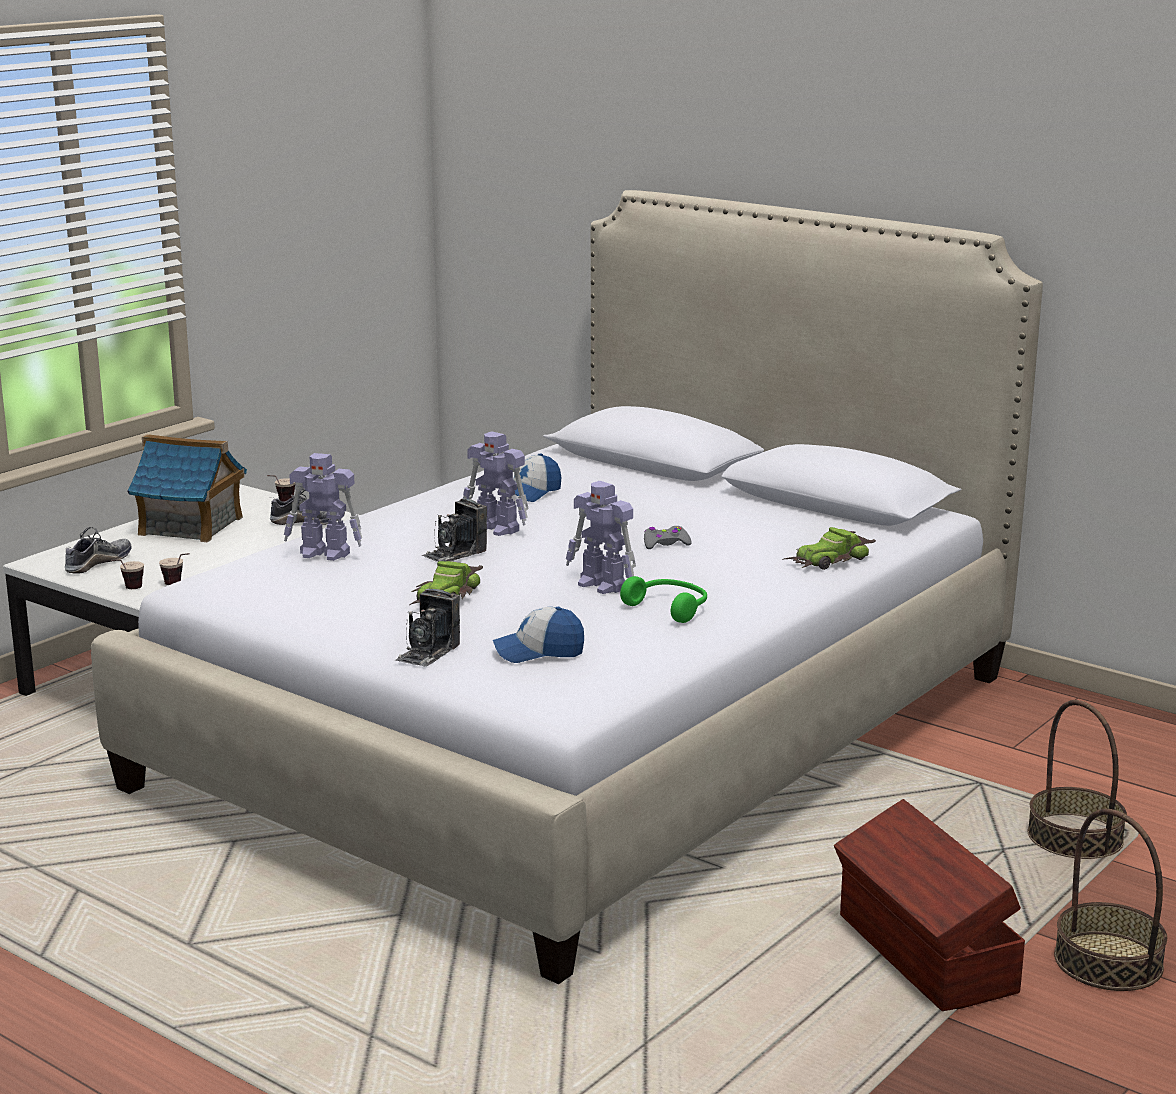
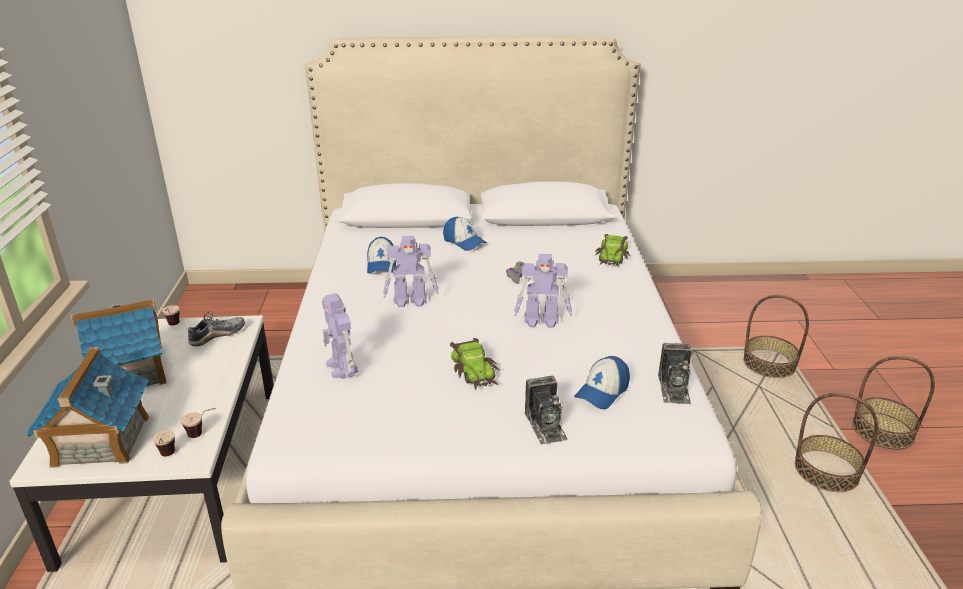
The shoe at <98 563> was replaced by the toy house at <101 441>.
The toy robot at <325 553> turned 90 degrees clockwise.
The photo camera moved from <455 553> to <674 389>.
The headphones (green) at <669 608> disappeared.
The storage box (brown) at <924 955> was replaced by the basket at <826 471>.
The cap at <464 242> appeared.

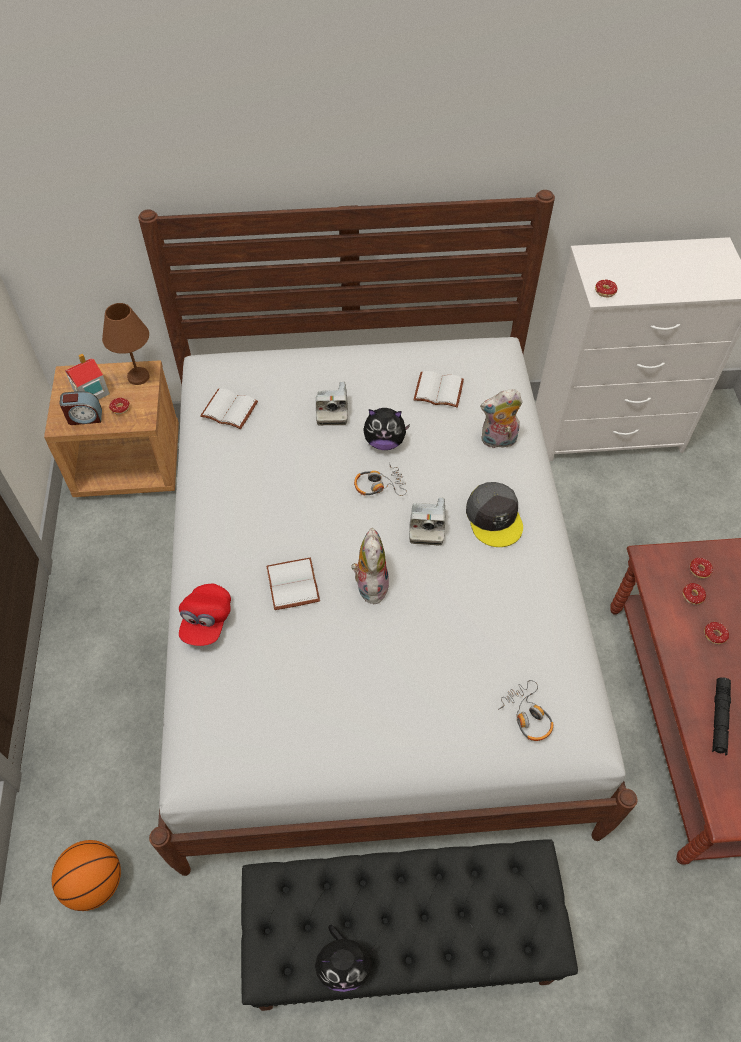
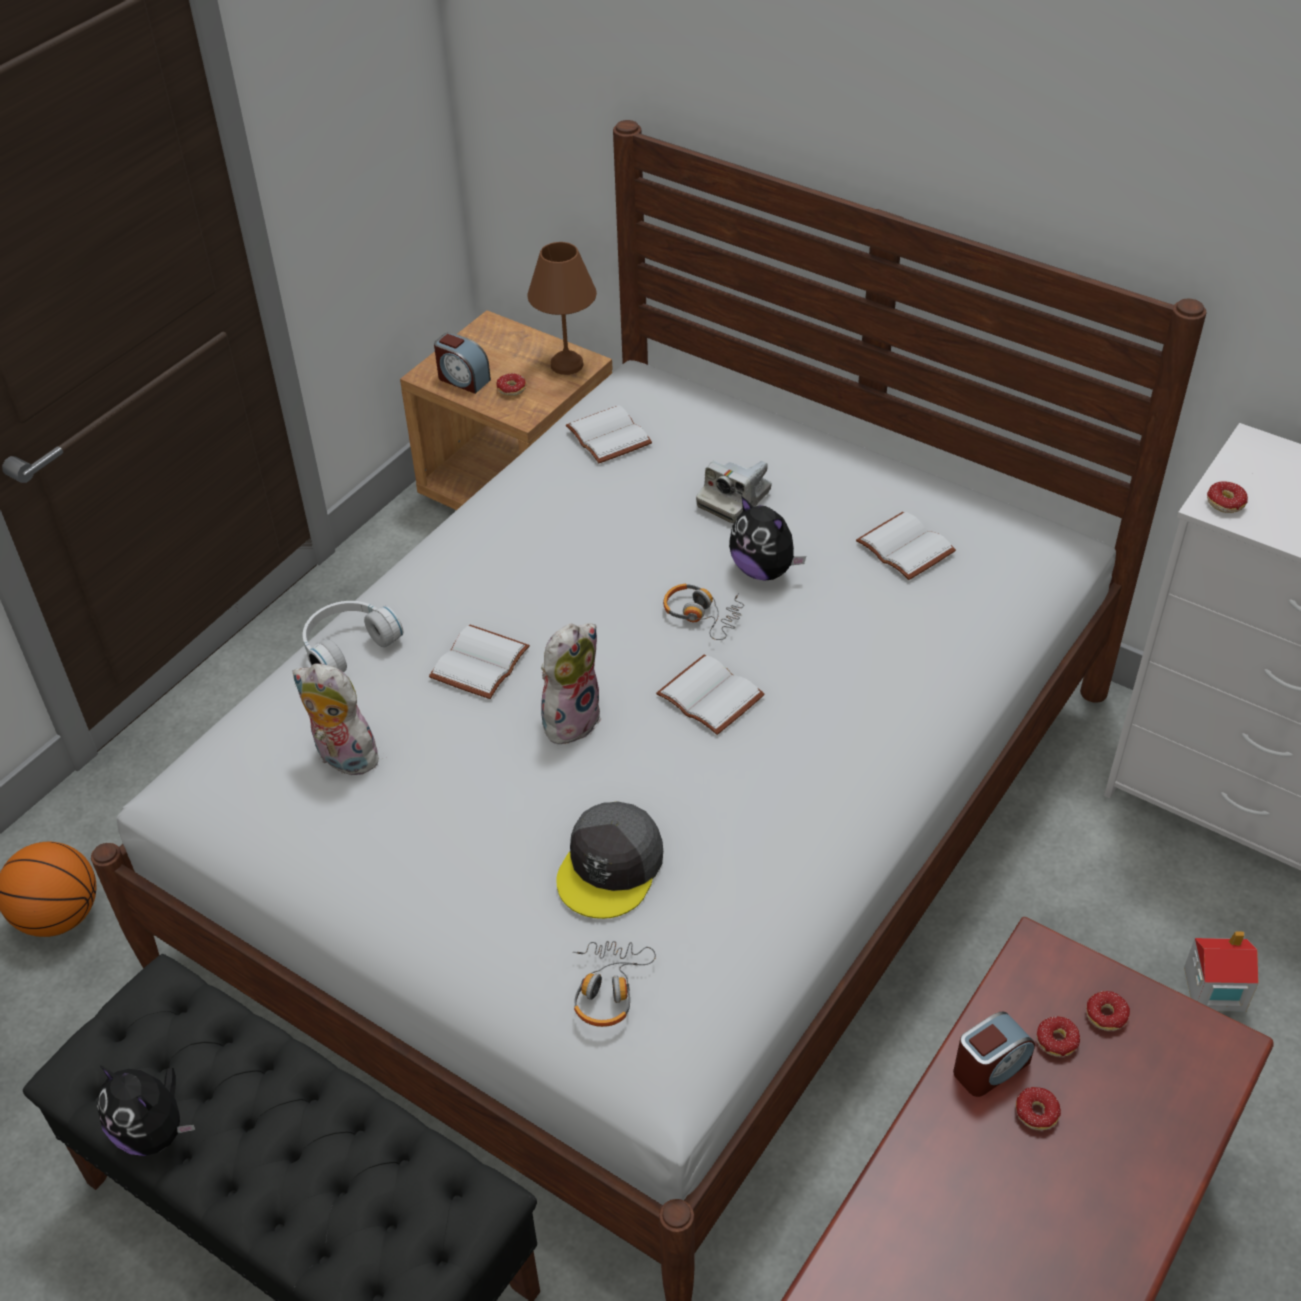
The toy house moved from <90 392> to <1213 989>.
The cap (red) at <206 621> was replaced by the headphones (white) at <346 645>.
The photo camera at <426 526> was replaced by the book (white) at <713 695>.
The cap (grey) moved from <494 518> to <611 867>.
The plush toy moved from <498 441> to <342 758>.
The flashlight (black) at <719 718> disappeared.
The alarm clock at <990 1067> appeared.

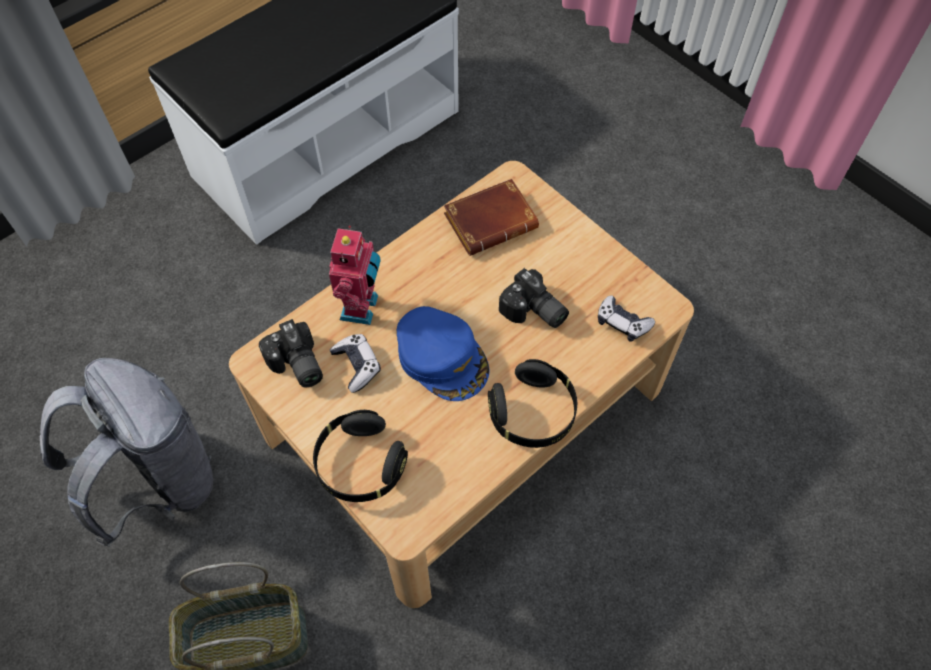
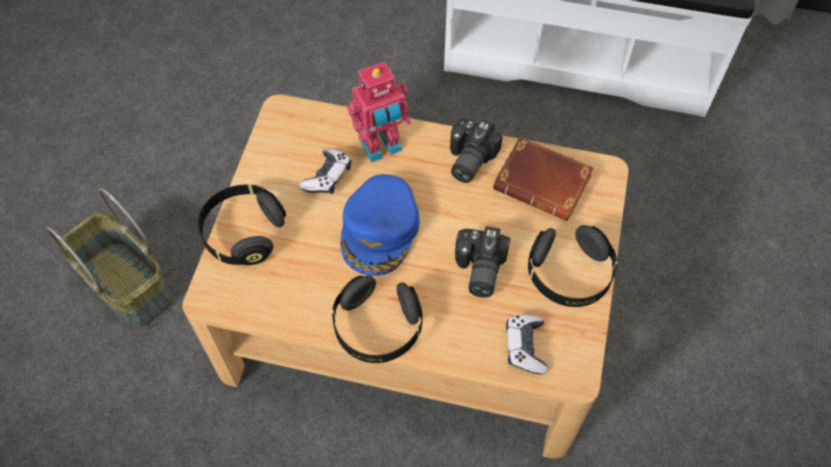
The backpack (grey) at <159 482> disappeared.
The photo camera moved from <296 366> to <467 159>.
The headphones (black) at <569 274> appeared.

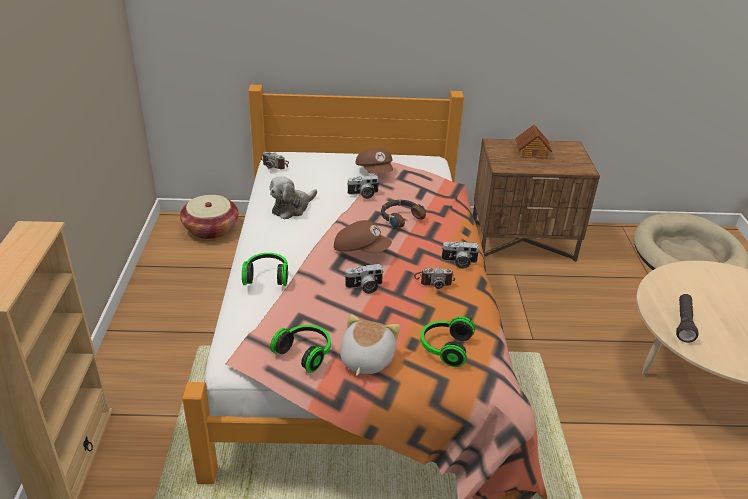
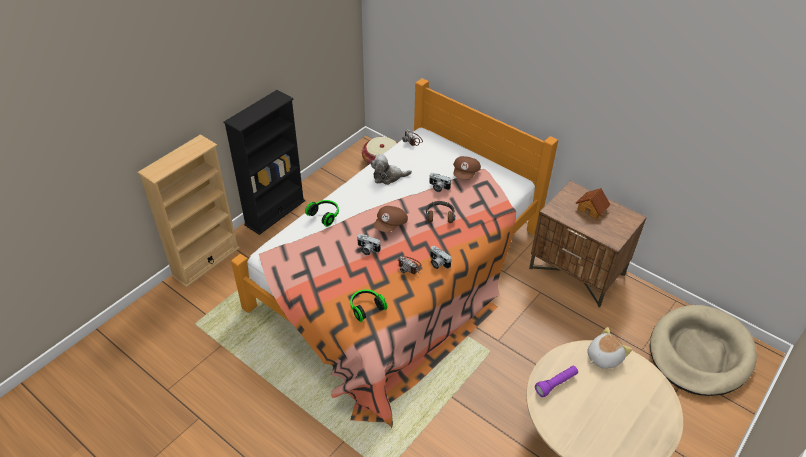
The headphones at <305 353> disappeared.
The cap (brown) at <361 249> turned 60 degrees clockwise.
The plush toy moved from <365 359> to <603 357>.
The flashlight (black) at <683 323> became the flashlight (purple) at <556 384>.
The bookcase (black) at <275 212> appeared.

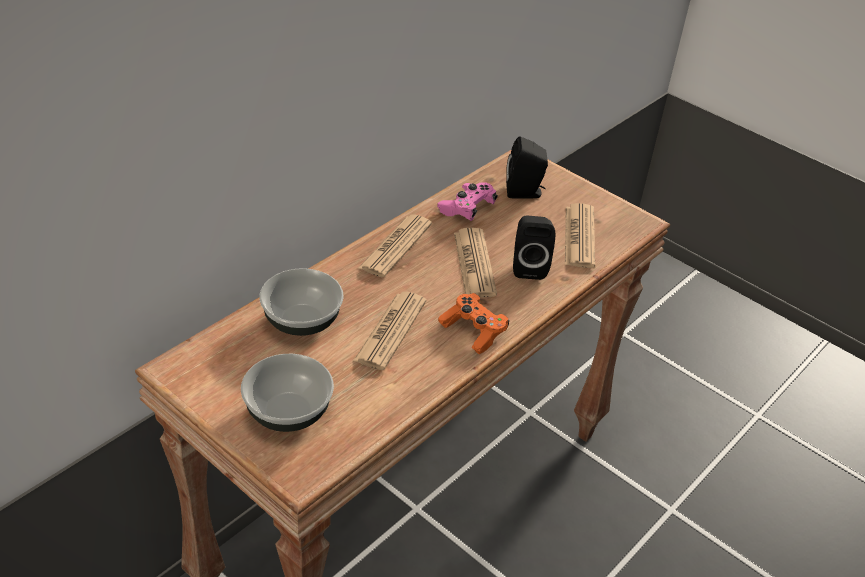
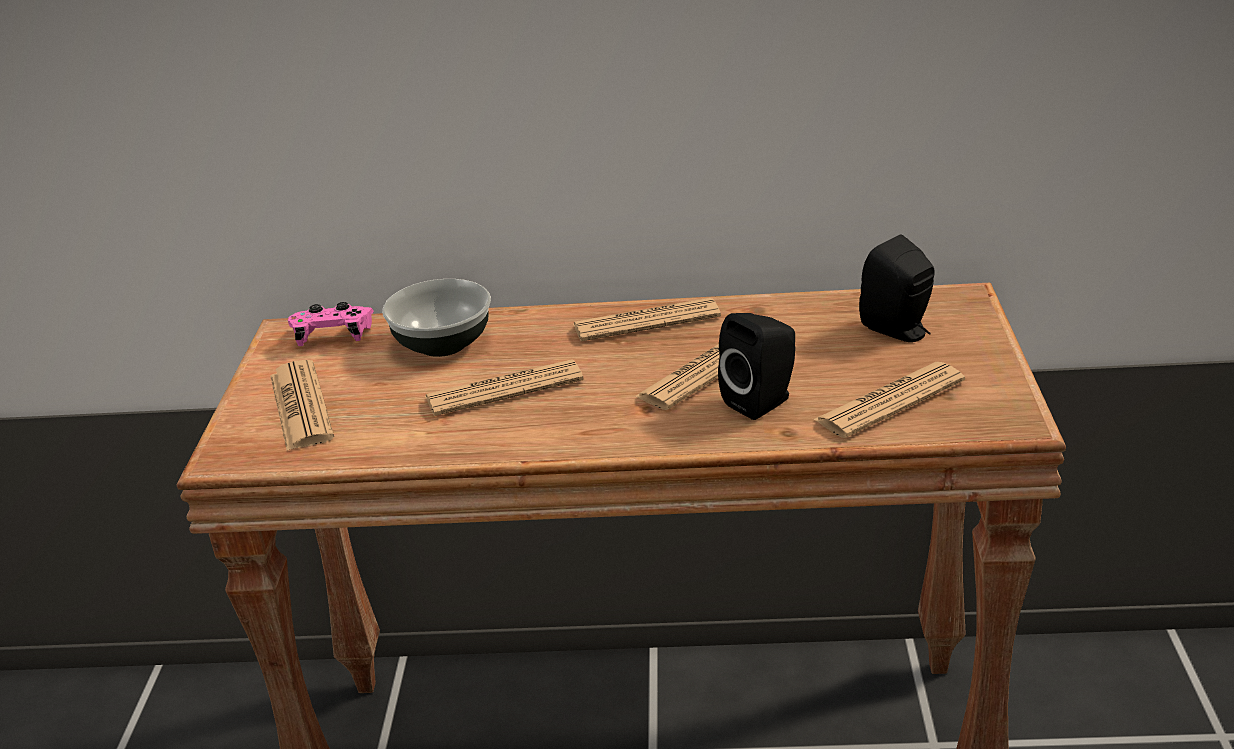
The bowl at <287 413> was replaced by the newspaper at <301 406>.
The game controller (pink) moved from <467 209> to <334 337>.
The game controller (orange) at <473 331> disappeared.

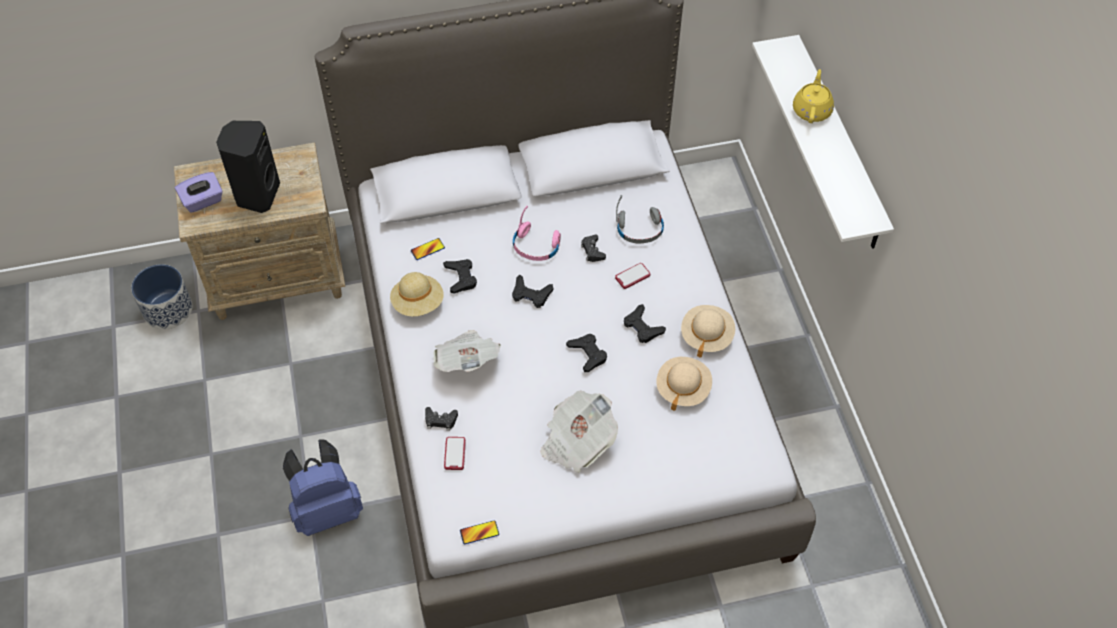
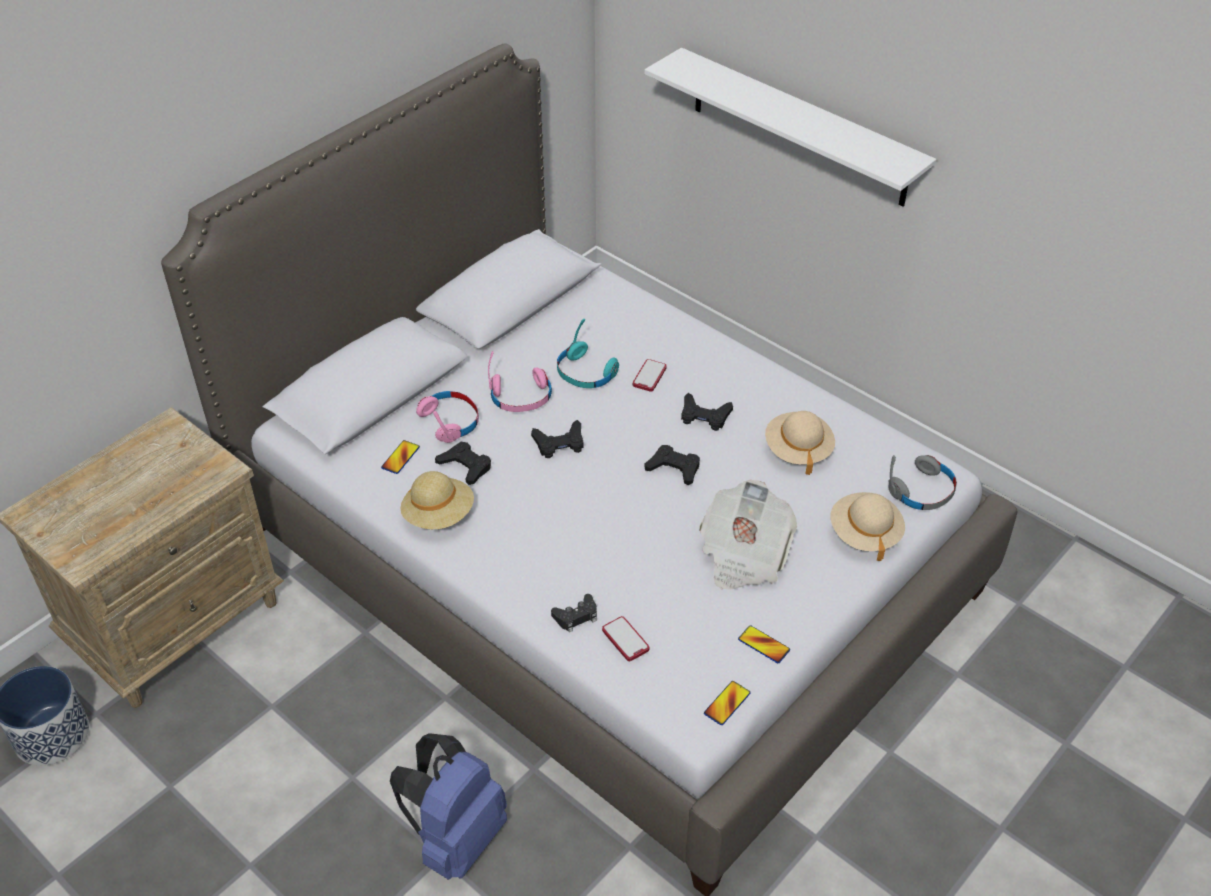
The tissue box (purple) at <203 201> disappeared.
The speaker (black) at <256 194> disappeared.
The newspaper at <467 361> disappeared.
The game controller (black) at <592 251> was replaced by the headphones (turquoise) at <585 373>.
The headphones (grey) moved from <640 230> to <923 491>.
The hat (beige) moved from <706 335> to <864 534>.
The teapot (yellow) at <812 110> disappeared.
The headphones (pink) at <450 421> appeared.
The phone at <763 645> appeared.

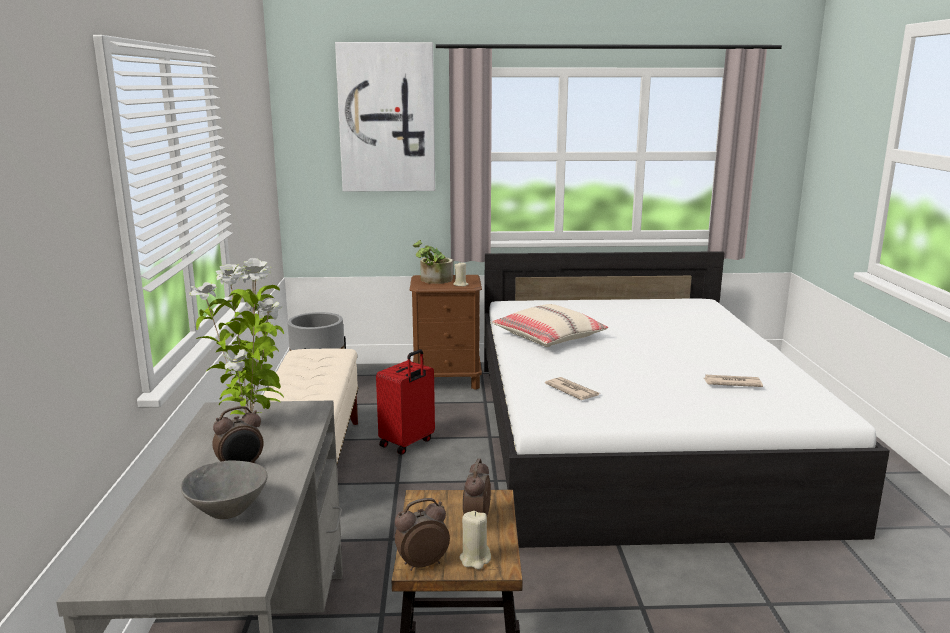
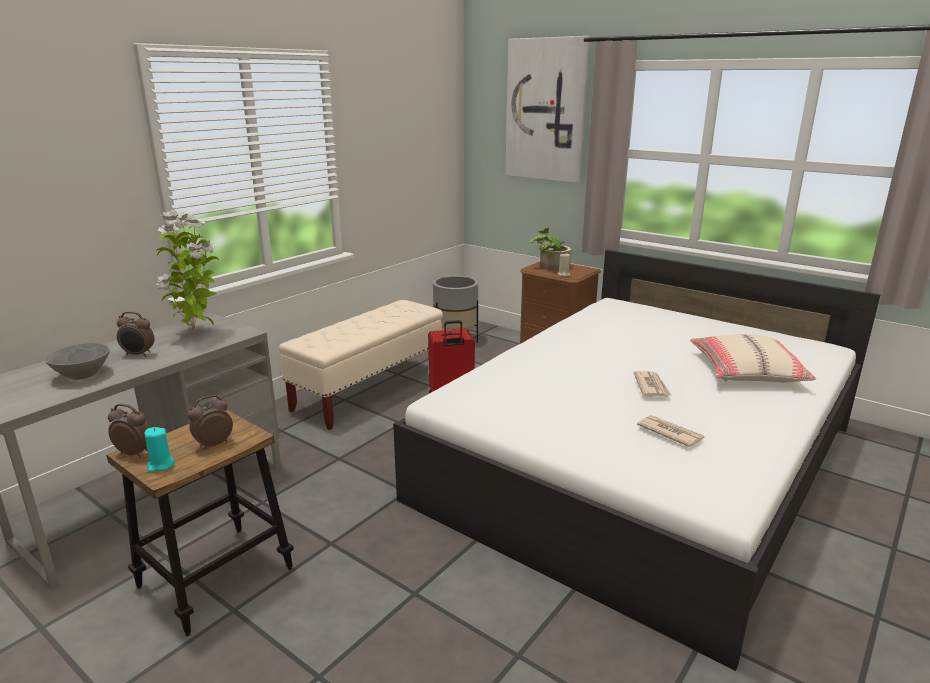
The candle (beige) at <475 559> became the candle (turquoise) at <161 465>.
The pillow (beige) moved from <549 337> to <746 371>.
The newspaper moved from <572 391> to <651 386>.

